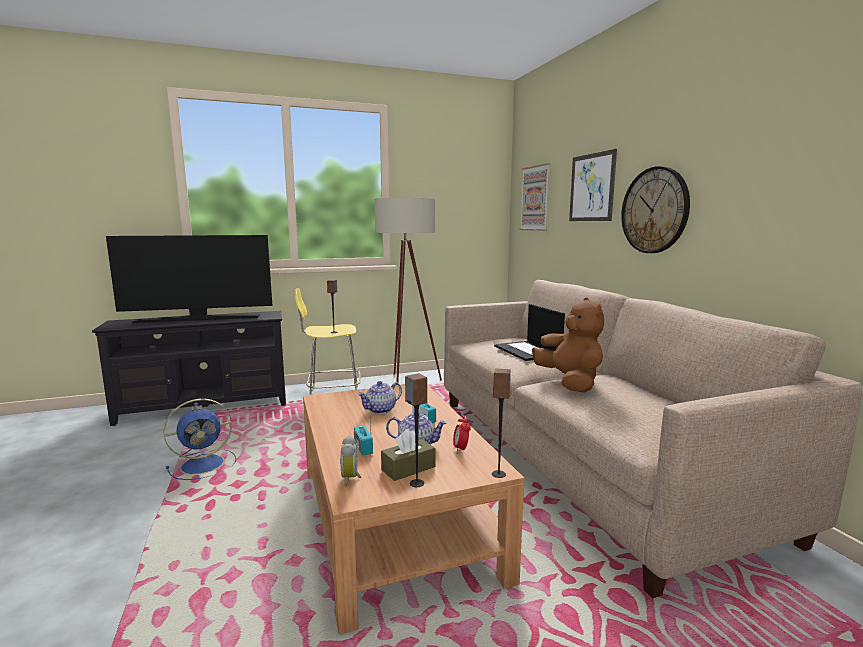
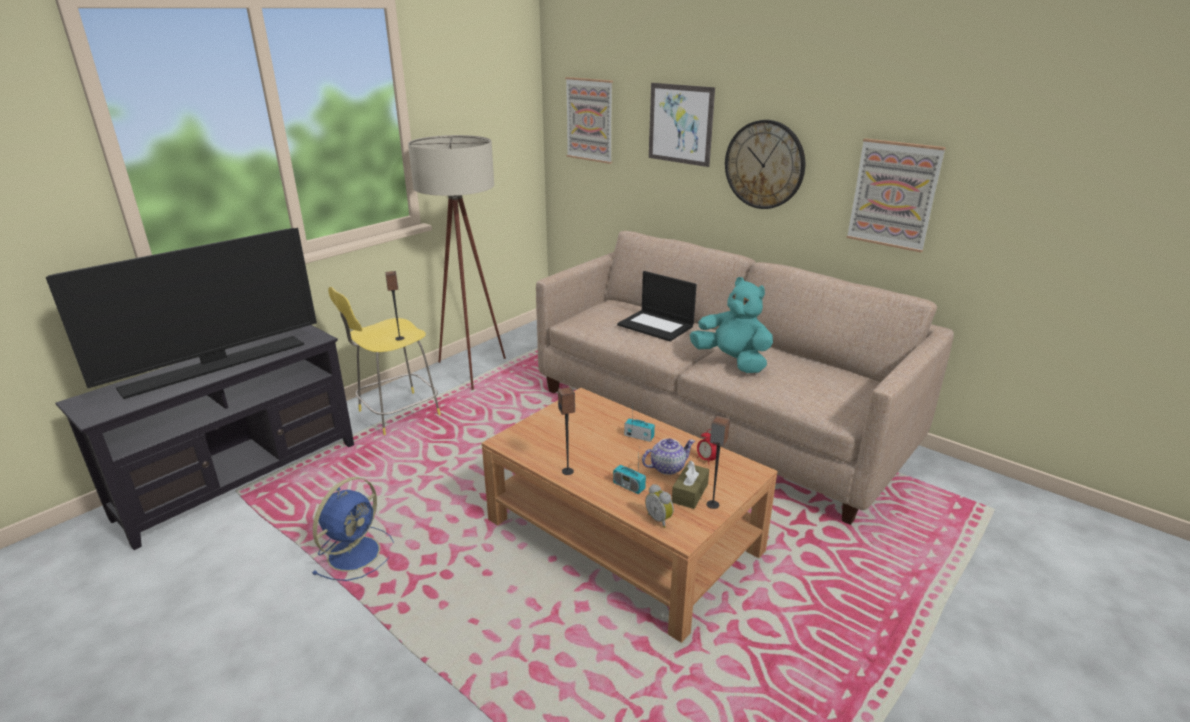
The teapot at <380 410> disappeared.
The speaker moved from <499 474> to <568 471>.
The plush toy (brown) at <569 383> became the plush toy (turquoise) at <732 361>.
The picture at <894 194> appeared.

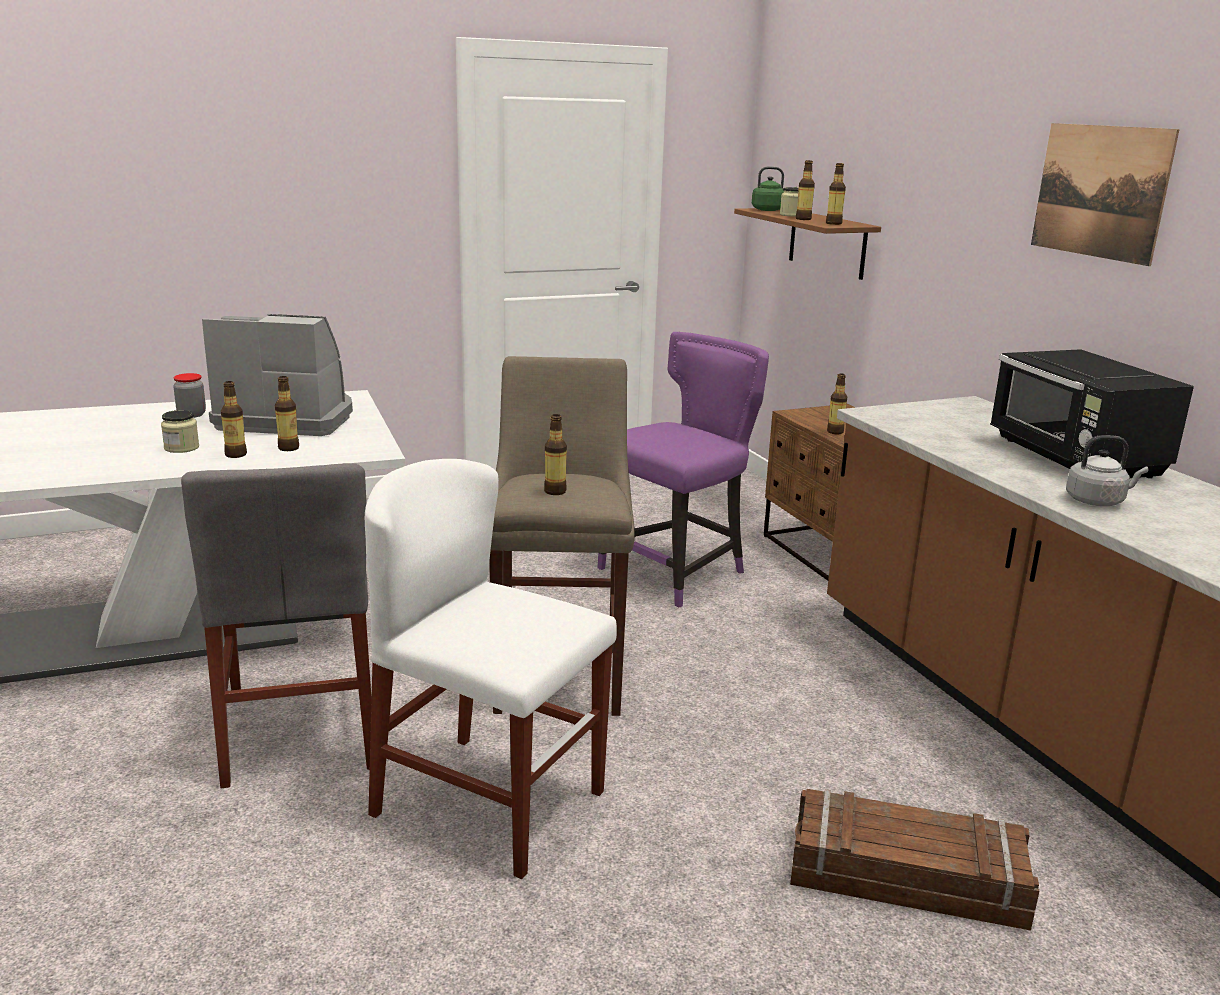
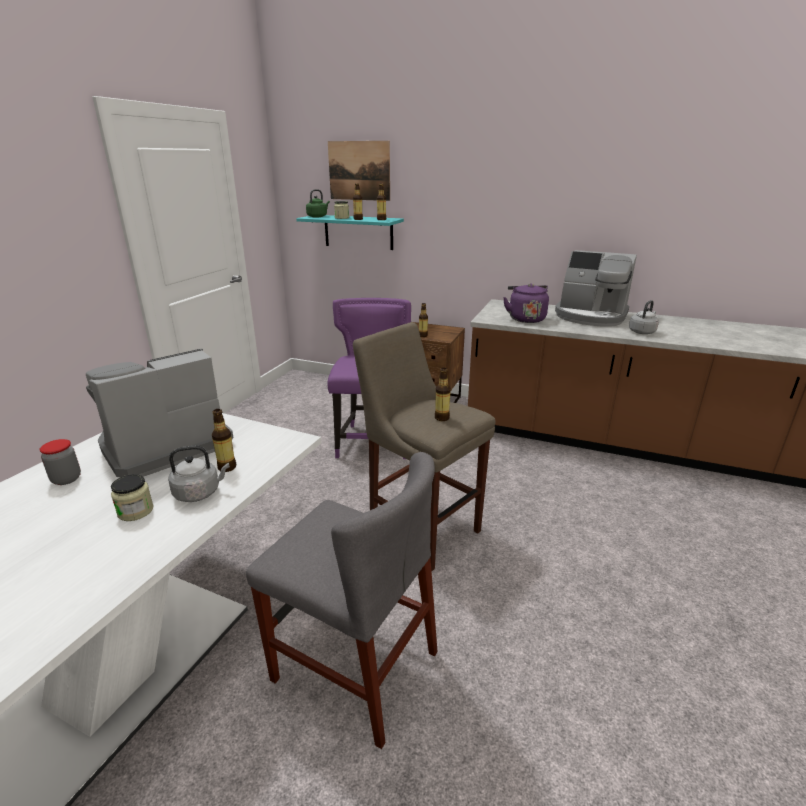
The bottle at <236 455> was replaced by the kettle (grey) at <200 493>.
The chair (white) at <489 803> disappeared.
The shelf (brown) at <827 243> became the shelf (turquoise) at <358 232>.
The crate at <906 878> disappeared.
The microwave (black) at <1075 459> was replaced by the coffee machine at <590 316>.
The picture moved from <1100 191> to <359 171>.
The kettle (purple) at <525 318> appeared.

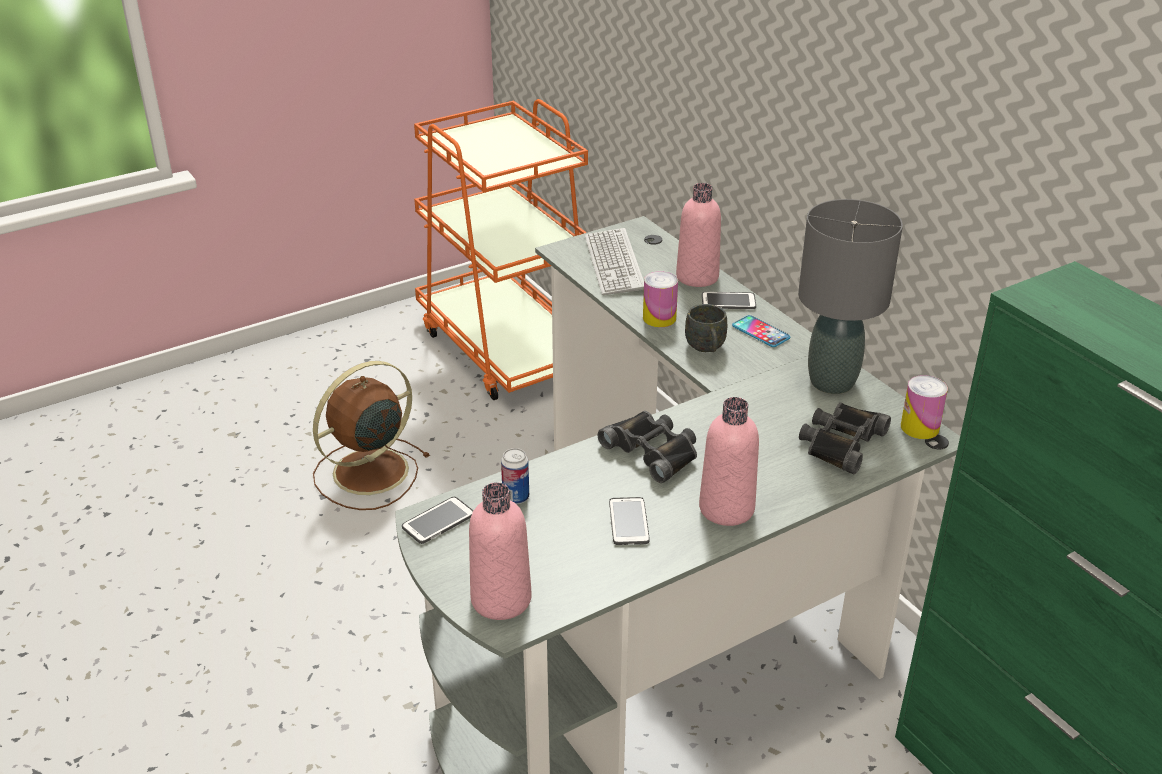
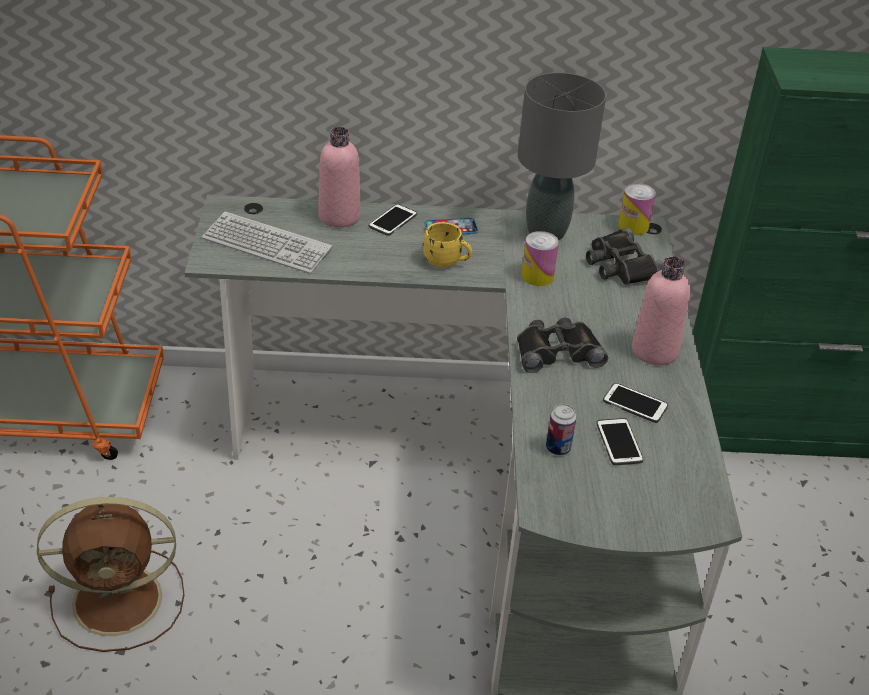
The fan (brown) at <367 473> turned 90 degrees counterclockwise.
The phone moved from <438 521> to <619 442>.
The bottle (pink) at <501 599> disappeared.
The can moved from <659 318> to <537 276>.
The mug (grey) at <706 349> became the mug (yellow) at <447 262>.

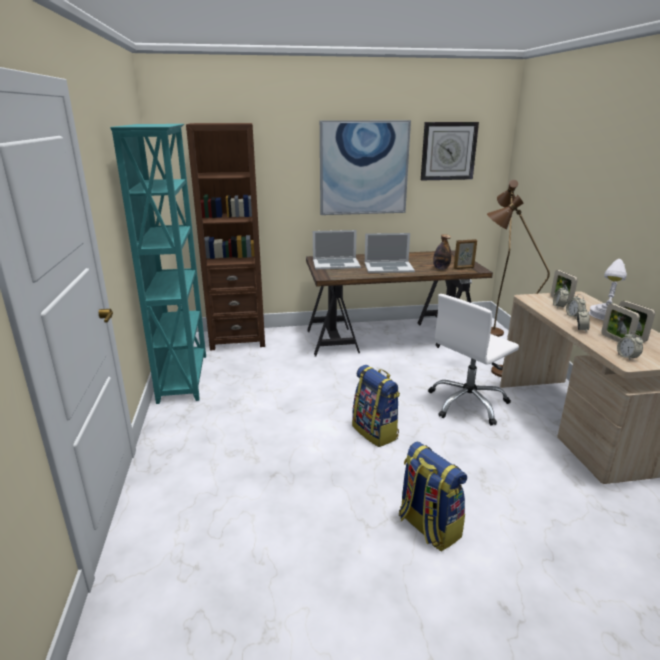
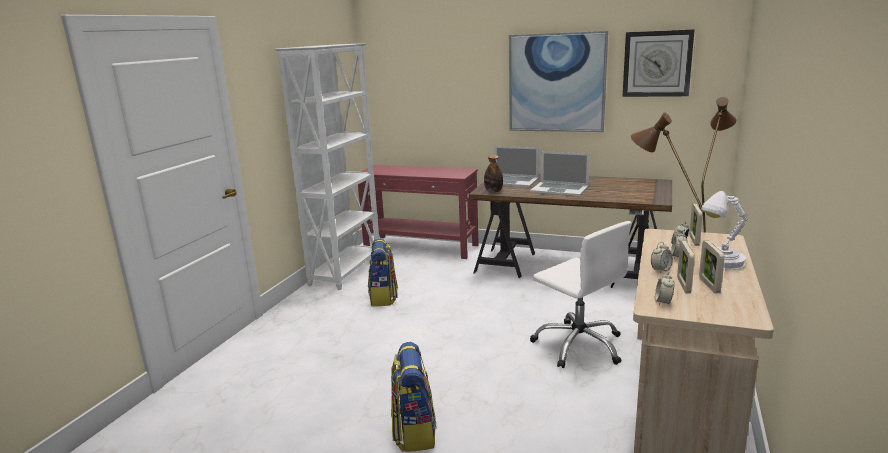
The bookcase (turquoise) at <184 377> became the bookcase (white) at <347 270>.
The bookcase (brown) at <238 339> was replaced by the console table (red) at <421 247>.
The backpack moved from <376 432> to <383 298>.
The office chair (white) at <468 403> turned 120 degrees counterclockwise.
The bottle moved from <441 268> to <493 191>.
The picture frame at <464 268> disappeared.

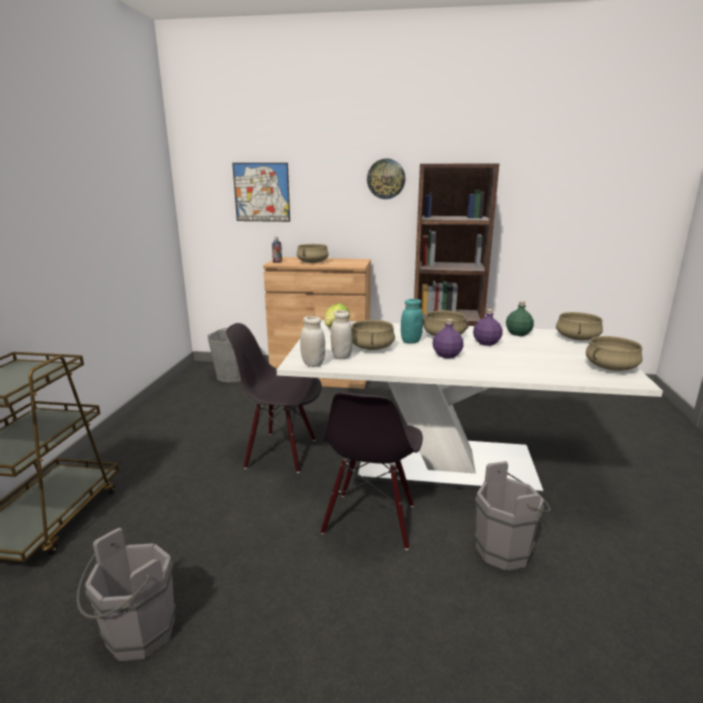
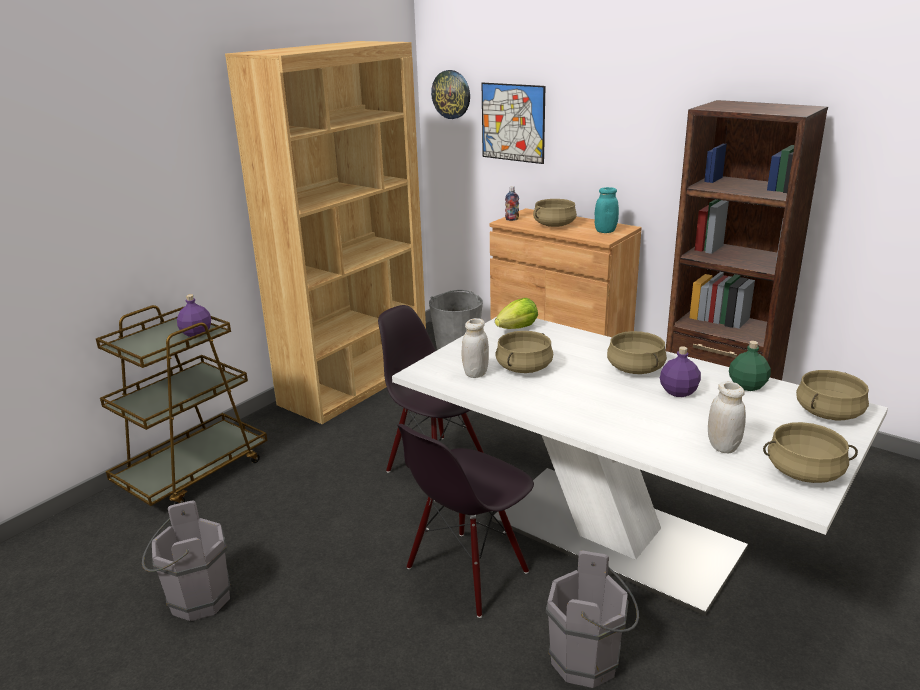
The jar (white) moved from <313 364> to <723 446>.
The wall clock moved from <386 179> to <451 94>.
The jar (turquoise) moved from <411 341> to <605 231>.
The bottle (purple) moved from <447 355> to <196 333>.
The bookcase (brown) at <356 384> appeared.

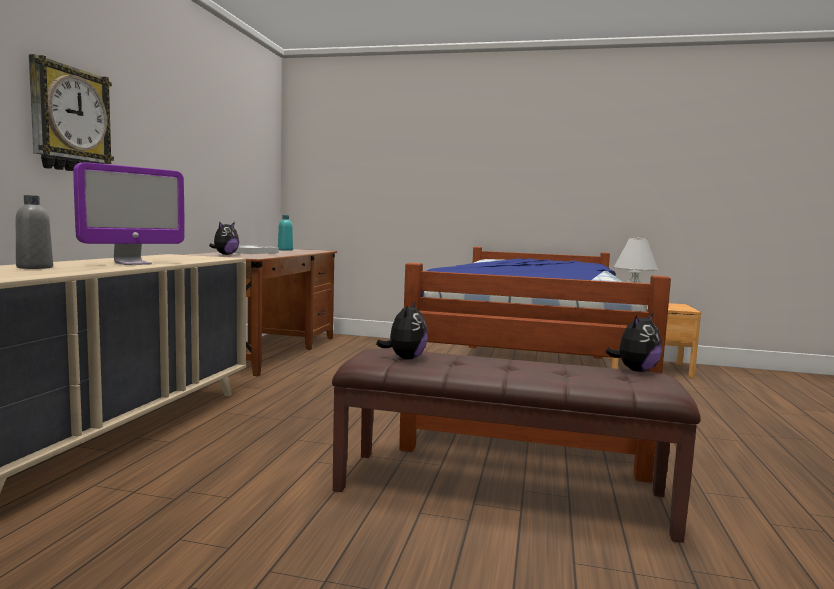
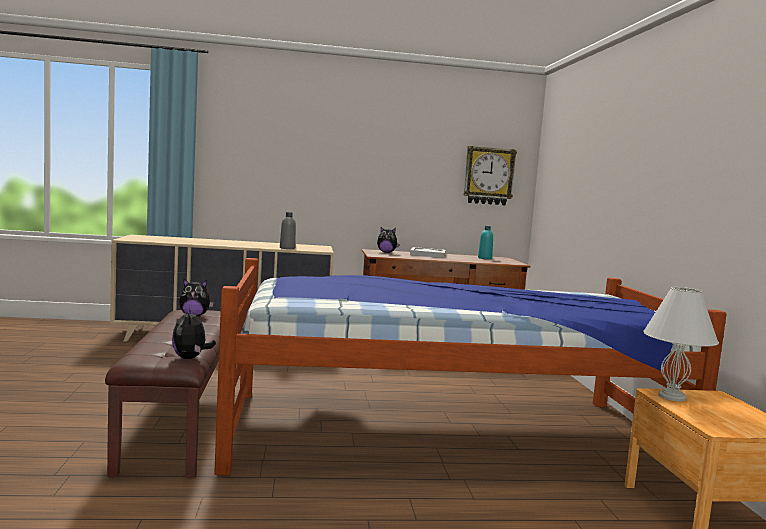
The bottle (grey) moved from <35 267> to <287 248>.
The wall clock moved from <69 120> to <488 176>.
The monitor at <132 263> disappeared.
The plush toy at <635 370> turned 45 degrees clockwise.

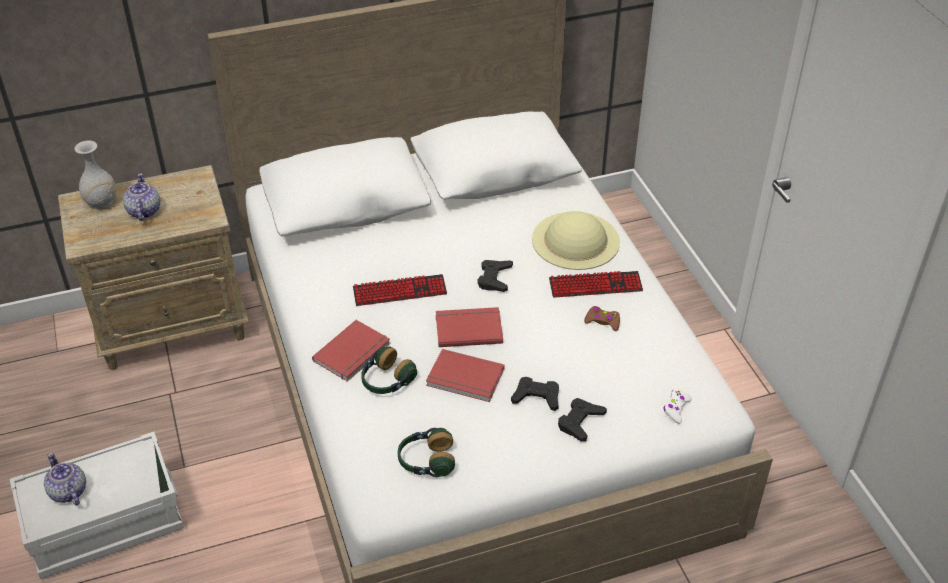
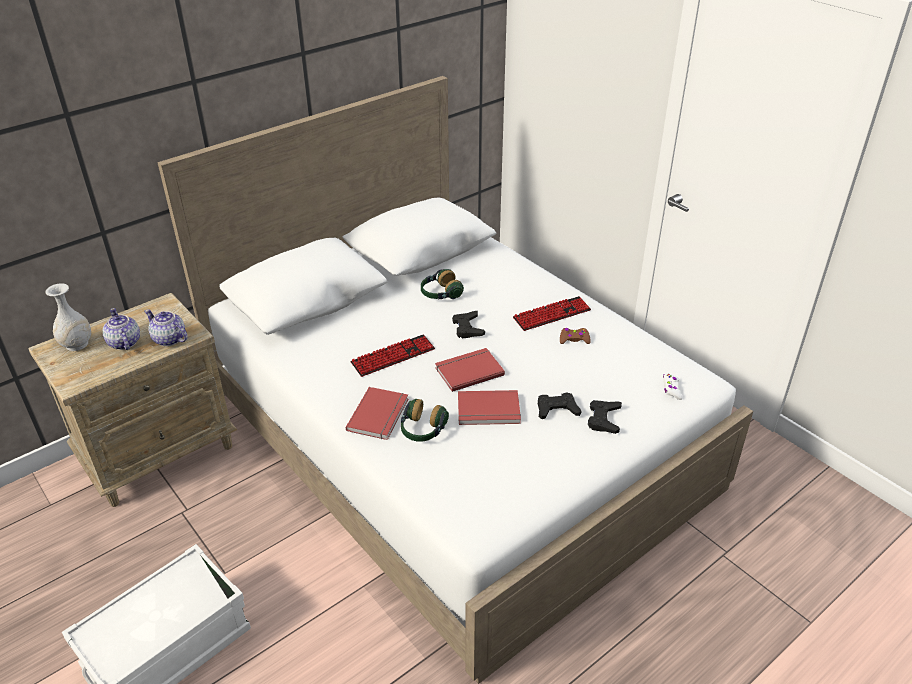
The teapot moved from <68 492> to <169 339>.
The headphones moved from <426 461> to <440 294>.
The hat (beige) at <576 240> disappeared.

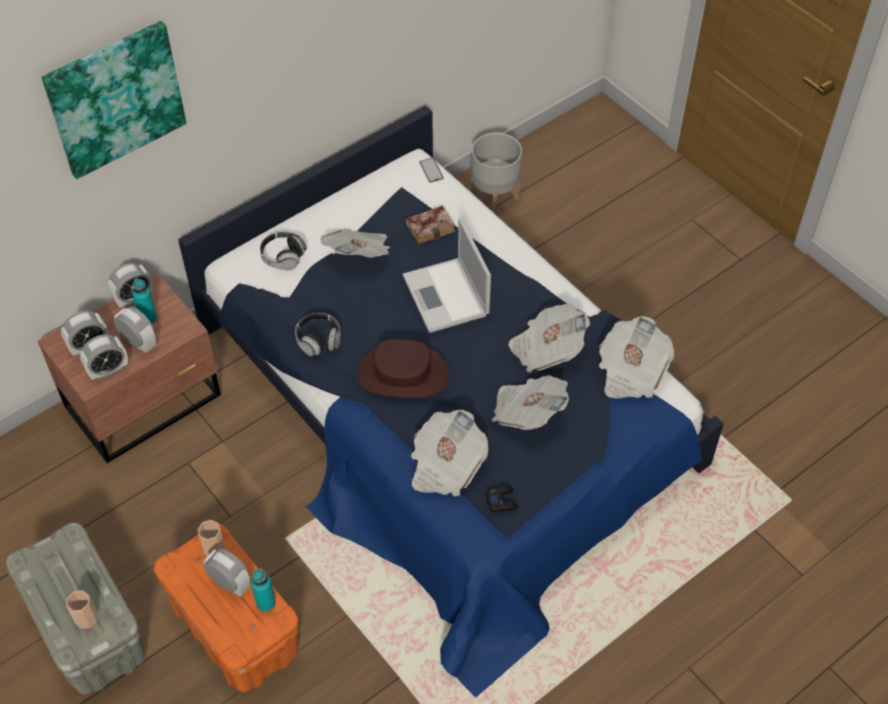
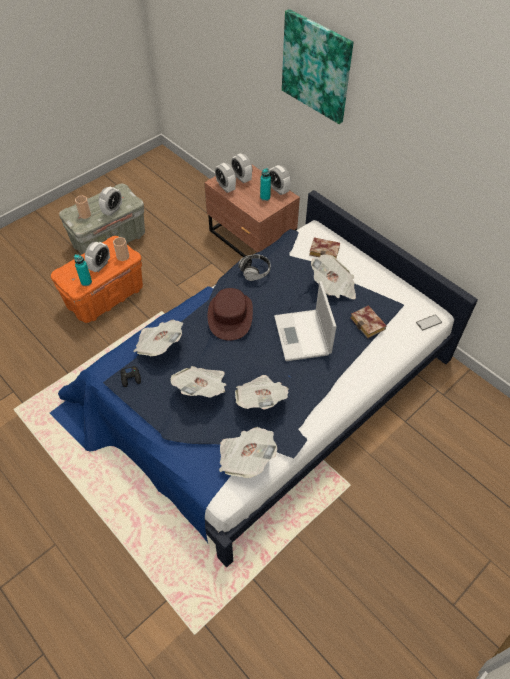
The alarm clock moved from <139 343> to <112 210>.
The headphones at <283 257> was replaced by the book at <325 251>.
The laptop at <446 296> turned 75 degrees counterclockwise.
The planter (grey) at <495 198> disappeared.

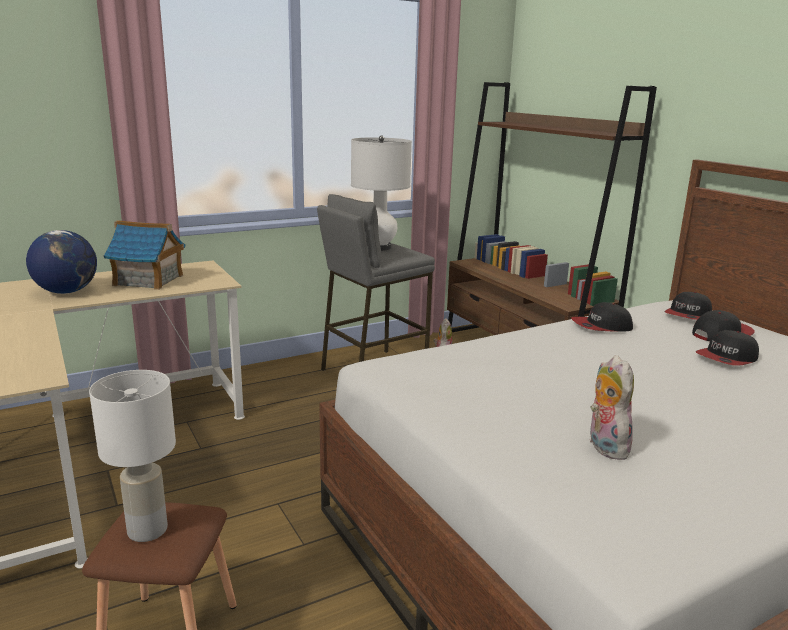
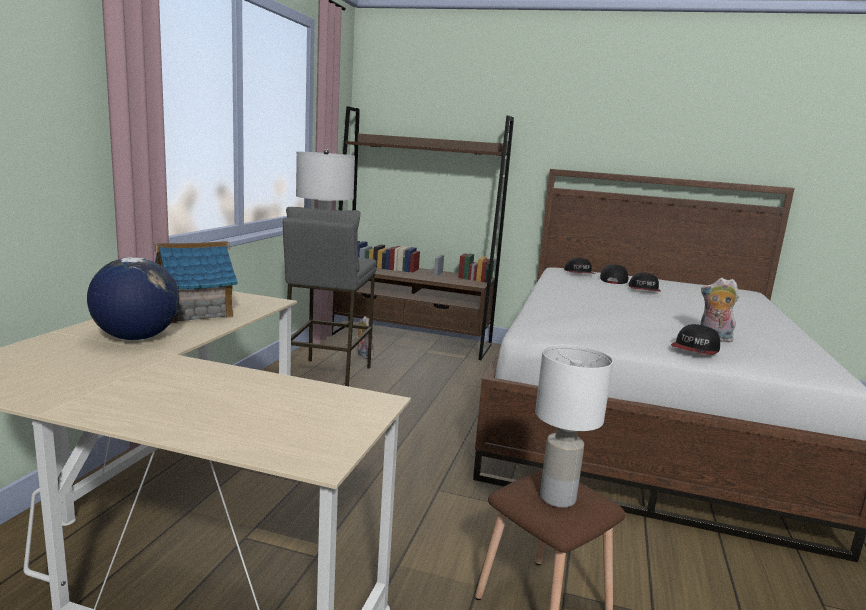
The cap moved from <601 326> to <695 350>.

